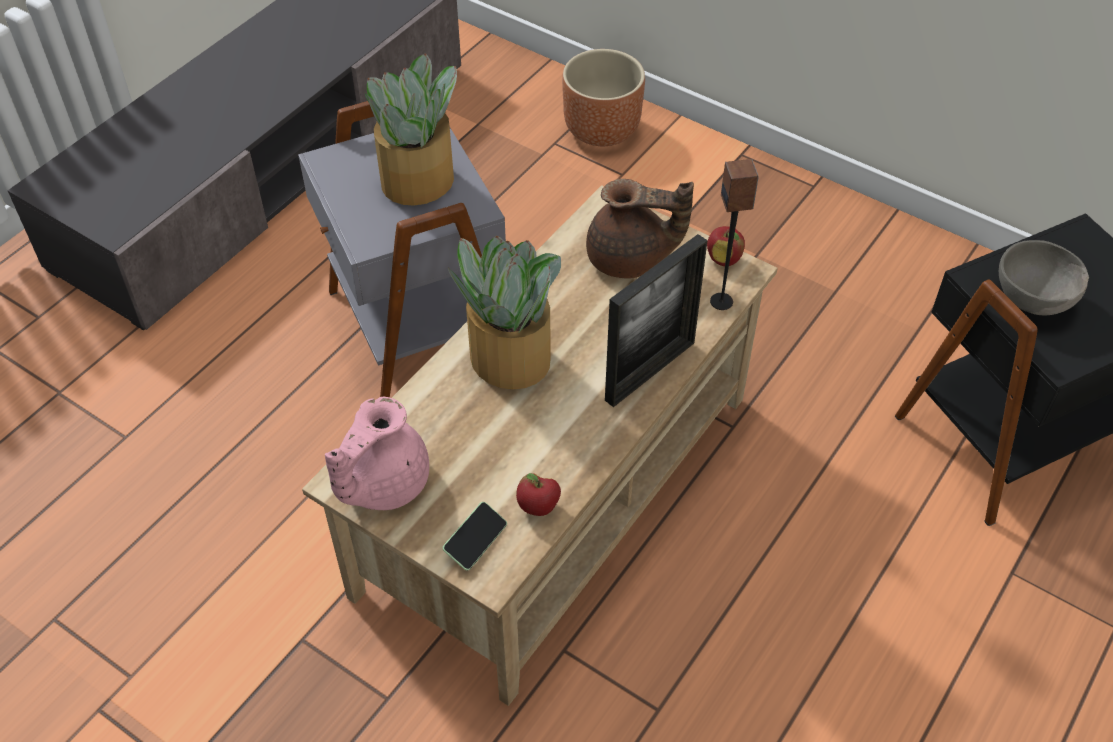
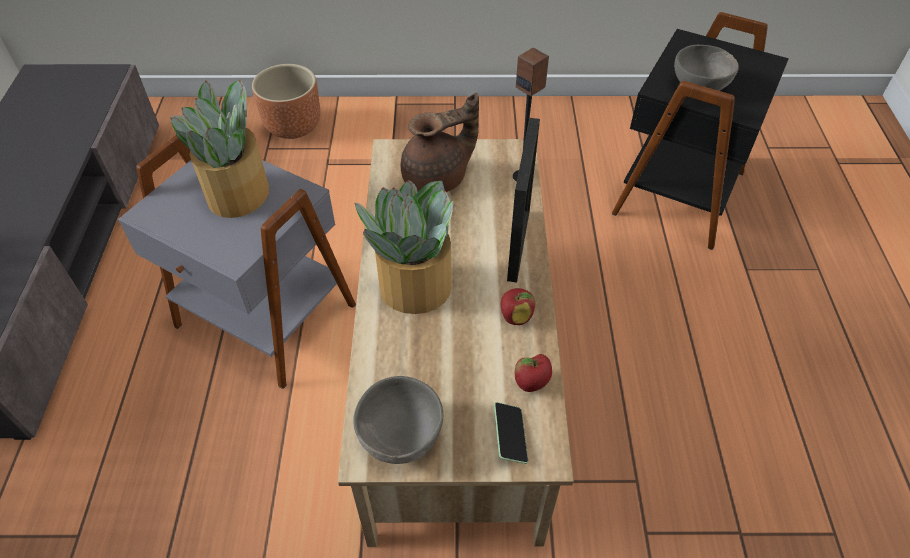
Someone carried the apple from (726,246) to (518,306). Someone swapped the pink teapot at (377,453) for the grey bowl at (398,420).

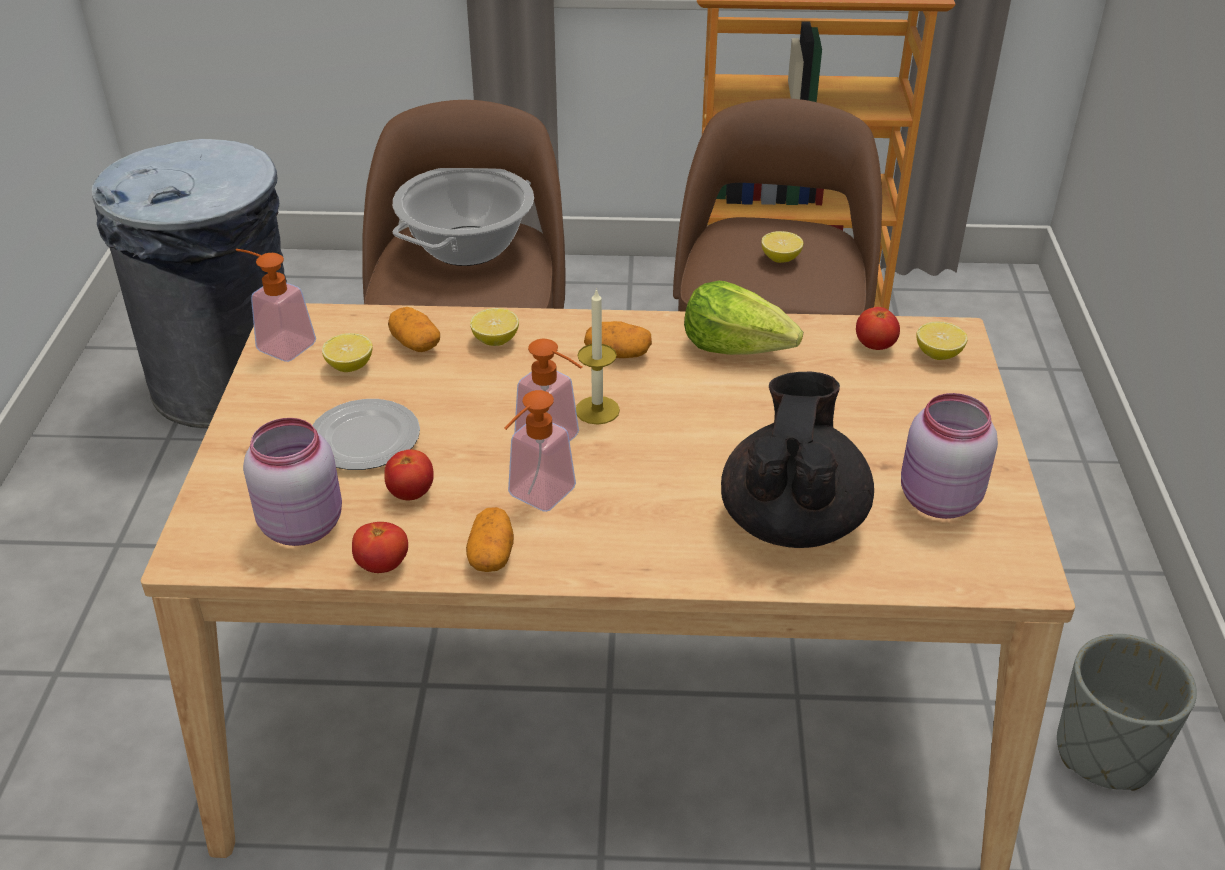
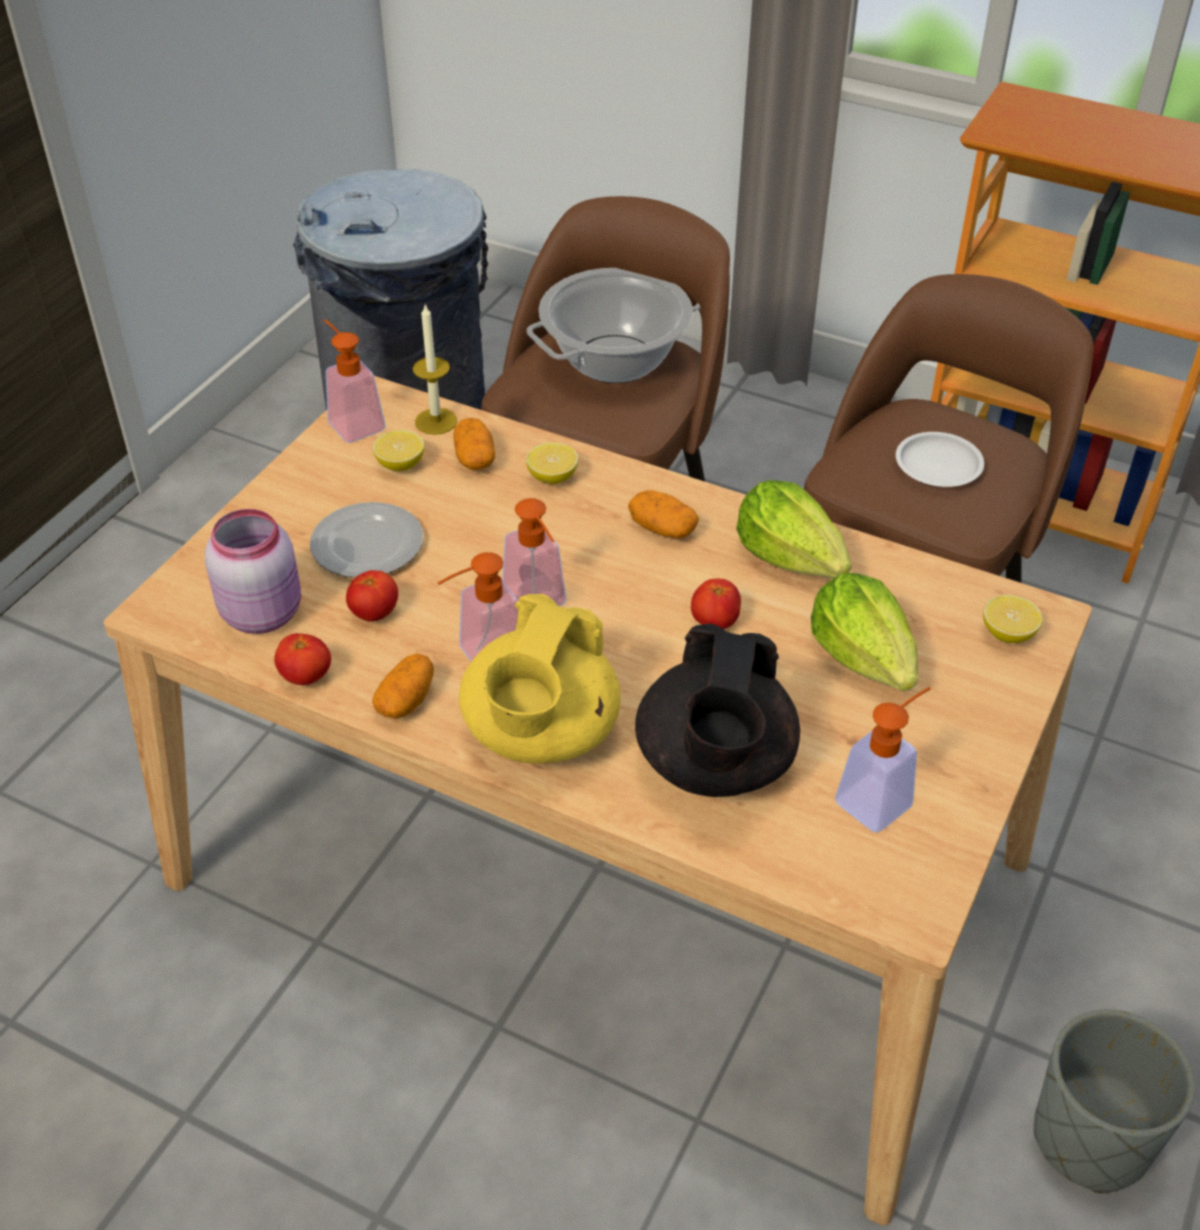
Someone swapped the lemon at (782,247) for the white plate at (940,459). Someone carried the candle from (598,356) to (435,369). Someone carried the tomato from (878,328) to (716,604). Someone rotated the black teapot at (797,460) by 150 degrees clockwise. Someone swapped the pink jar at (949,456) for the soap dispenser at (882,760). Someone put down the lettuce at (864,632). Someone put down the yellow teapot at (540,679).

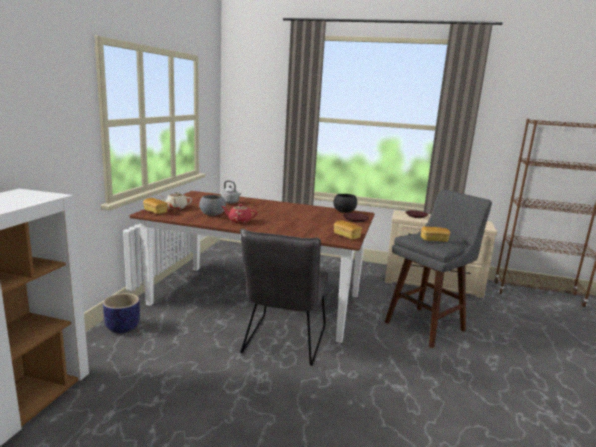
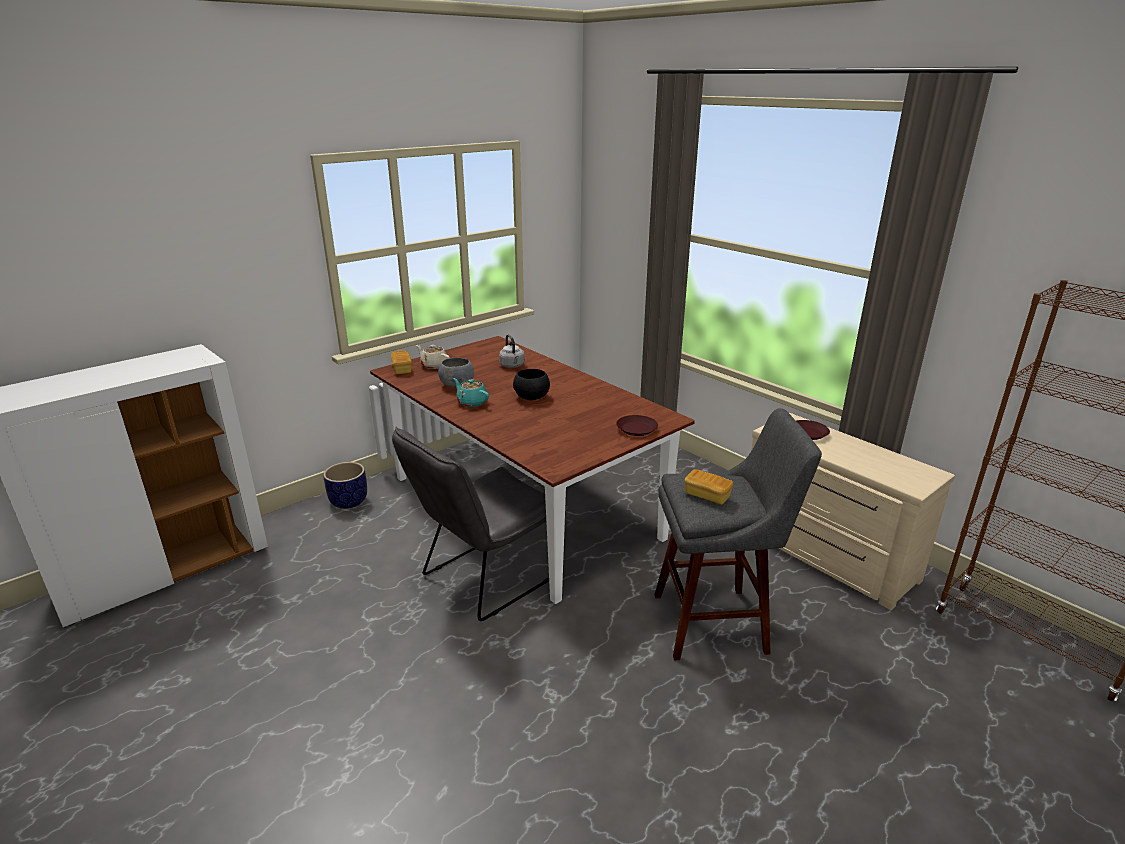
Someone carried the black bowl from (345,203) to (531,384). Someone repainted the red teapot at (239,213), which became the turquoise teapot at (471,392). Someone took away the bread at (348,229).

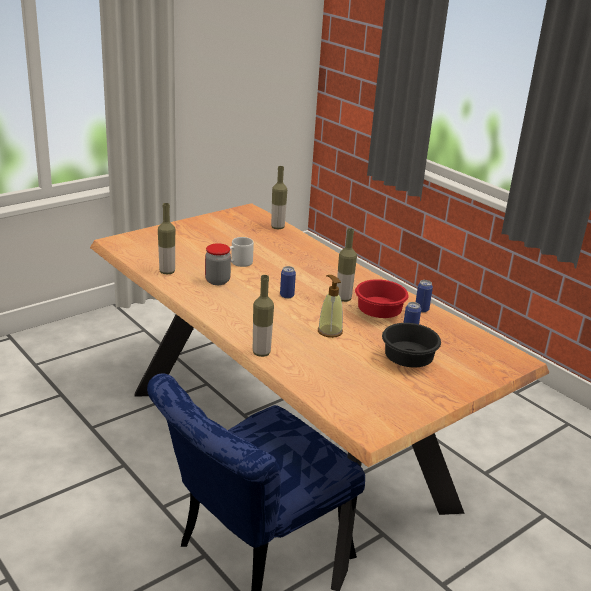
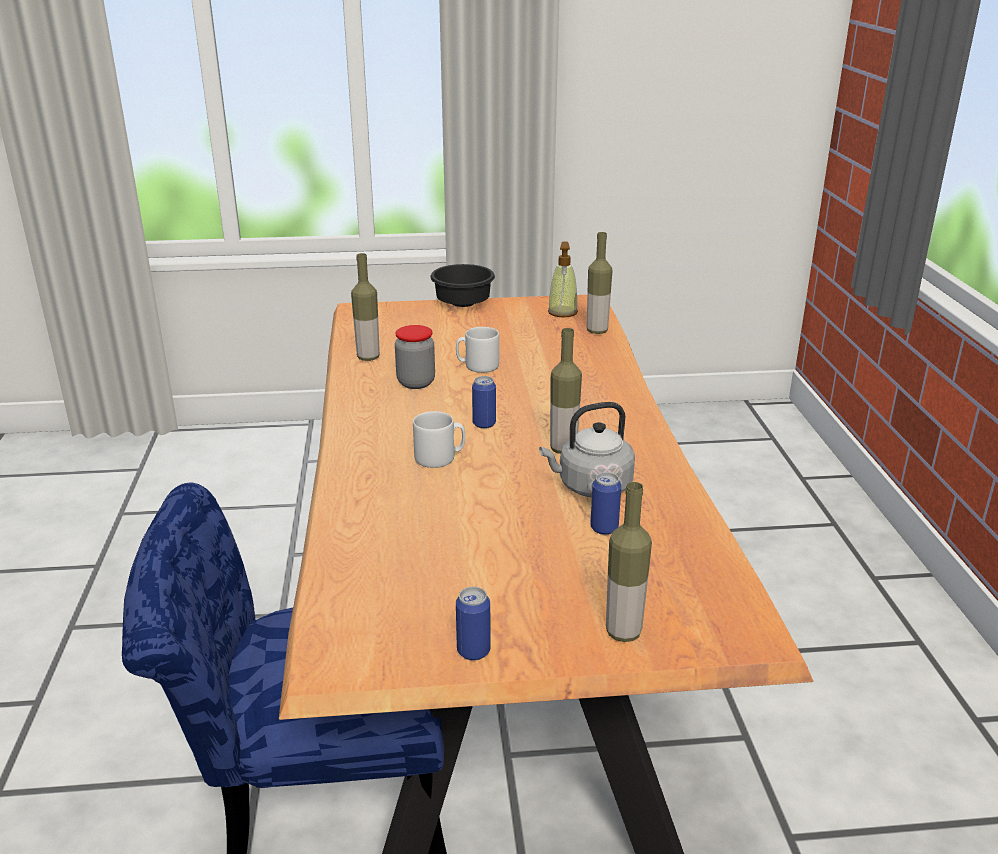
Someone carried the bottle from (263,316) to (629,562). Someone carried the soap dispenser from (330,306) to (563,279). Someone swapped the red bowl at (381,298) for the grey kettle at (587,450). Someone carried the can from (424,296) to (473,624). Someone carried the black bowl from (411,345) to (462,285). Someone put down the grey mug at (439,439).

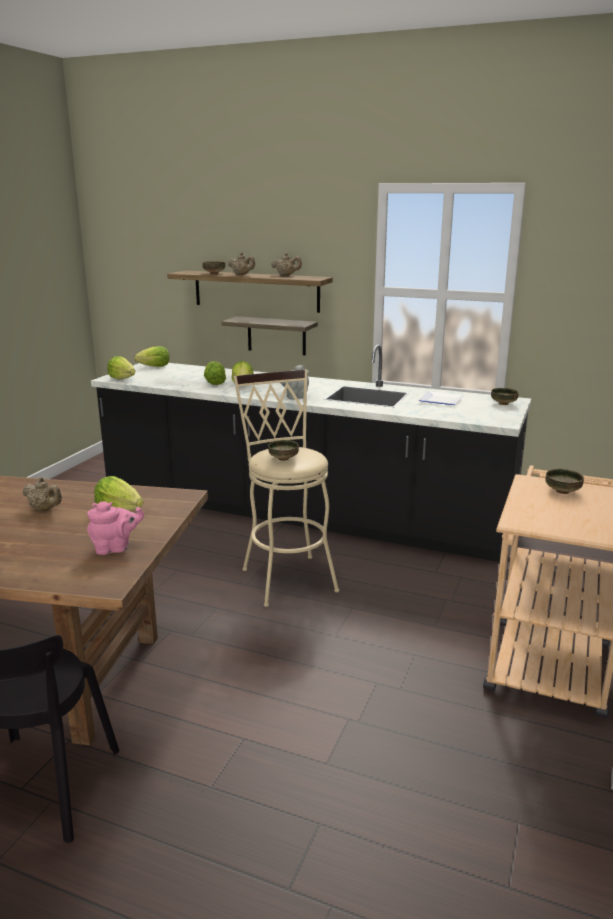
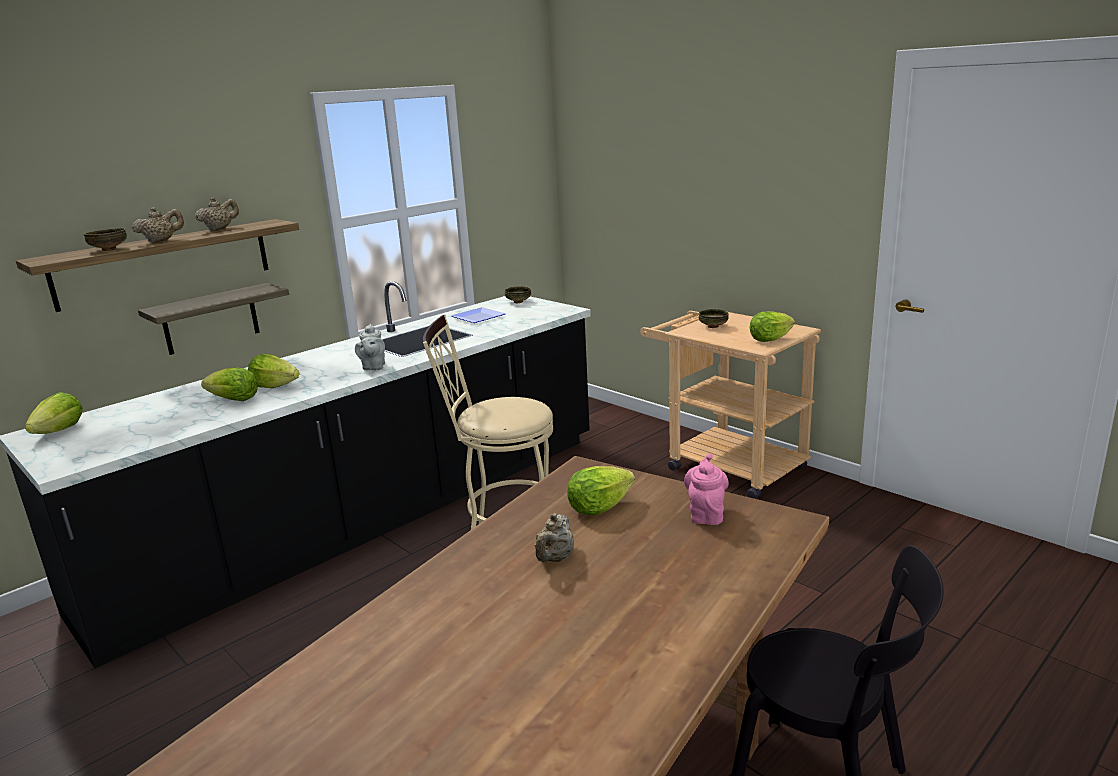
Someone carried the lettuce from (121,368) to (772,327). Someone took away the bowl at (283,450). Someone rotated the beige teapot at (42,494) by 150 degrees clockwise.

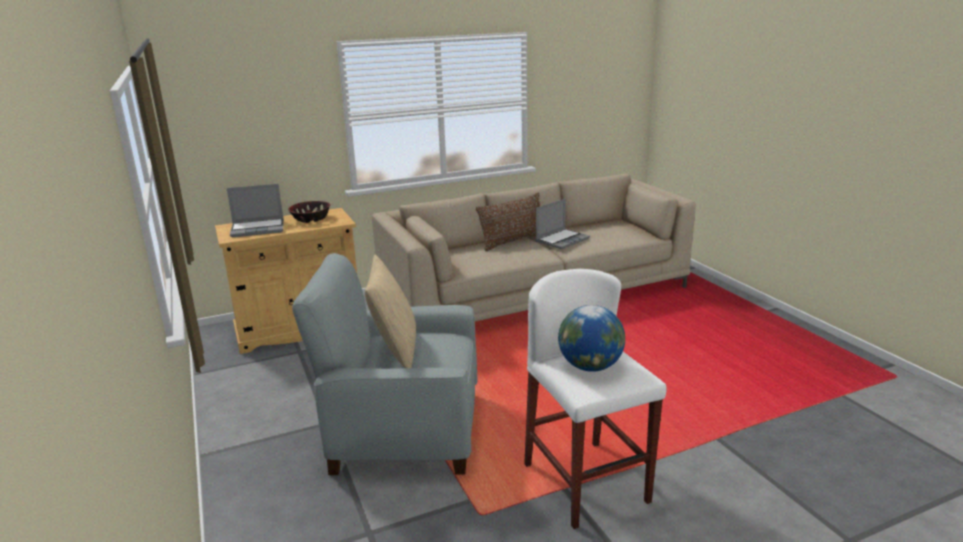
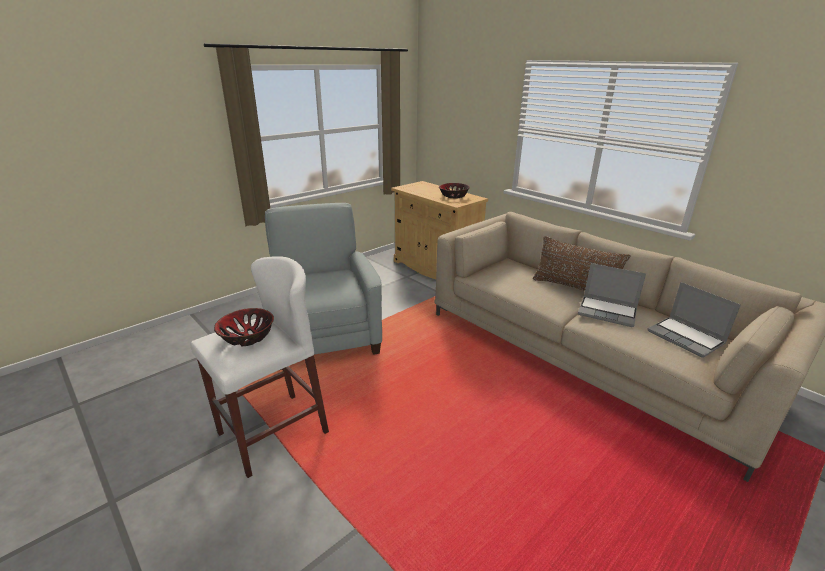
Someone carried the laptop from (255,210) to (694,320). Someone took away the beige pillow at (390,311). Someone swapped the globe at (591,338) for the bowl at (244,327).

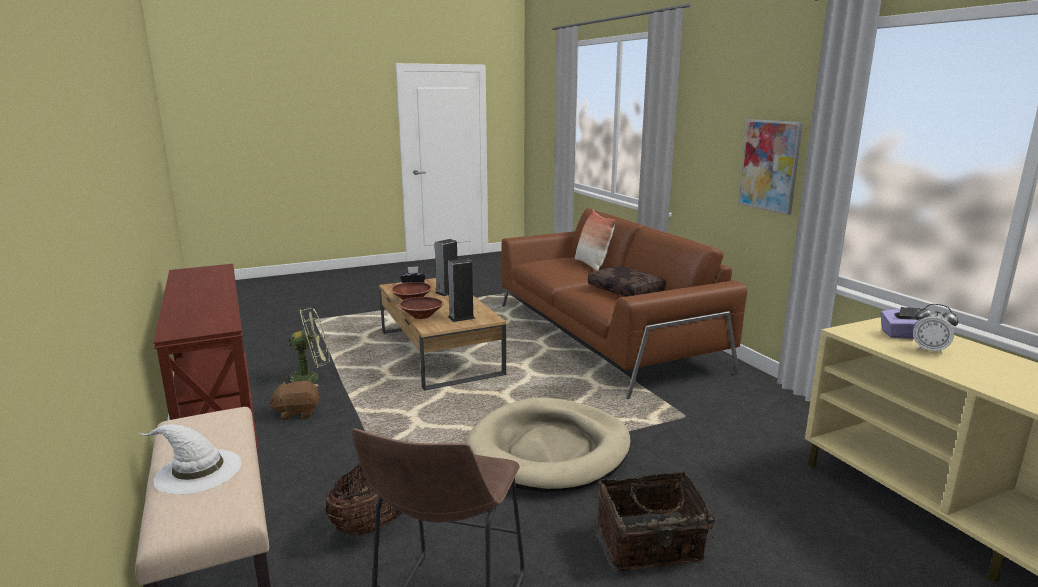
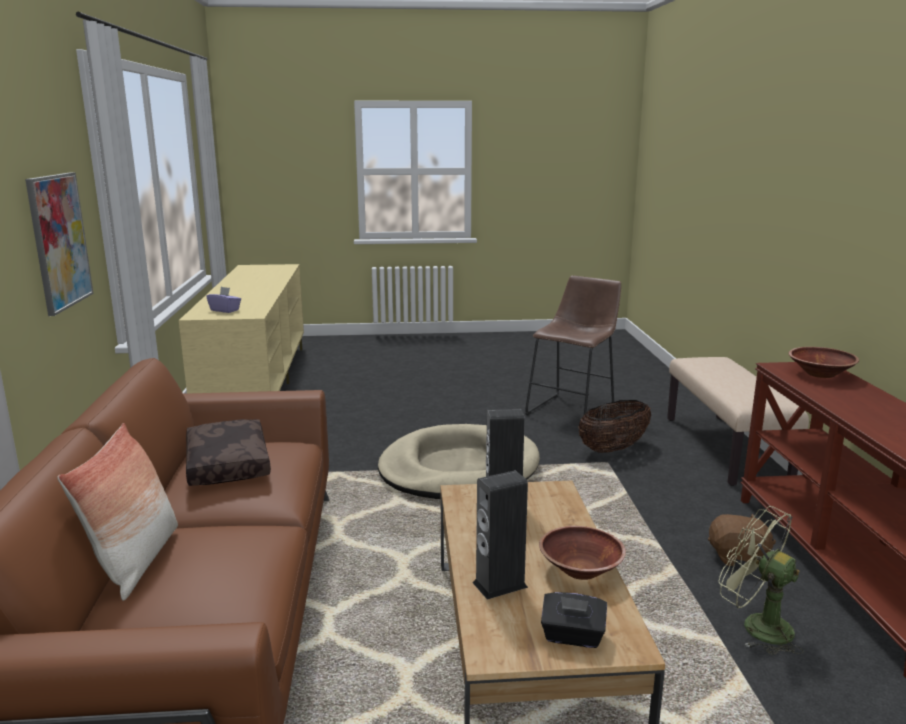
Someone carried the brown bowl from (421,308) to (824,362). Someone took away the alarm clock at (936,329). Someone rotated the green fan at (305,347) by 45 degrees clockwise. Someone took away the white hat at (191,459). Someone took away the basket at (656,521).

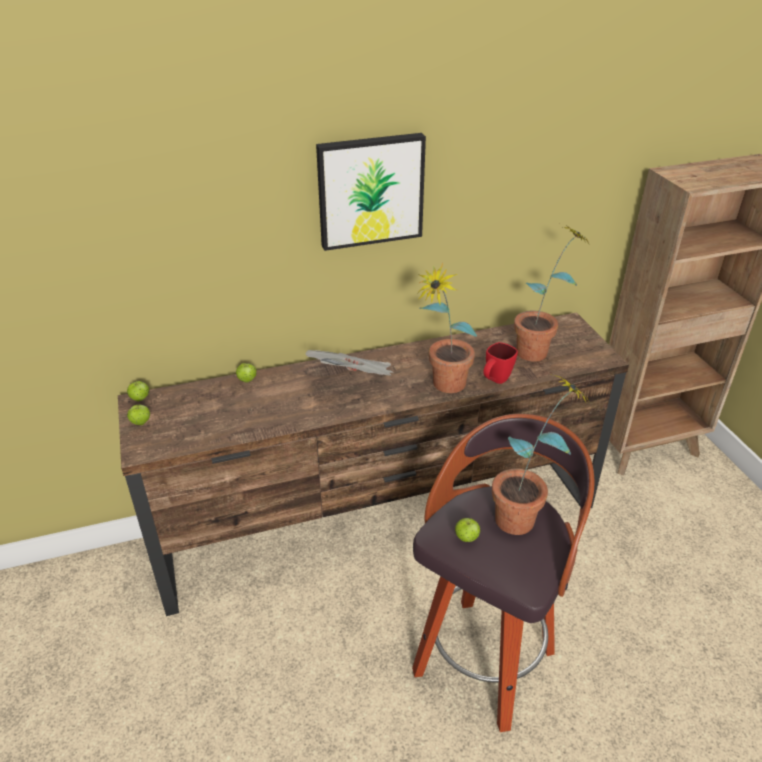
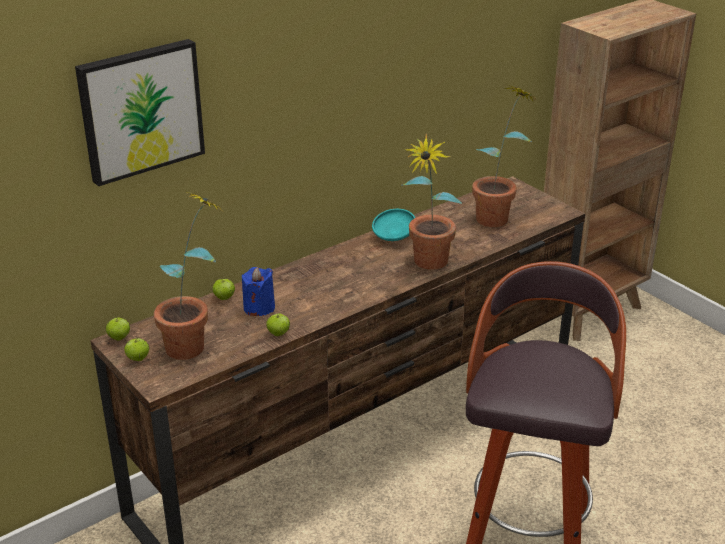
Someone carried the picture from (371,192) to (140,112). Someone took away the red mug at (500,363). Someone took away the newspaper at (349,363). Someone carried the potted plant from (542,455) to (188,276). Someone carried the apple from (467,530) to (278,324). Someone put down the turquoise bowl at (393,225). Someone put down the blue candle at (258,291).

